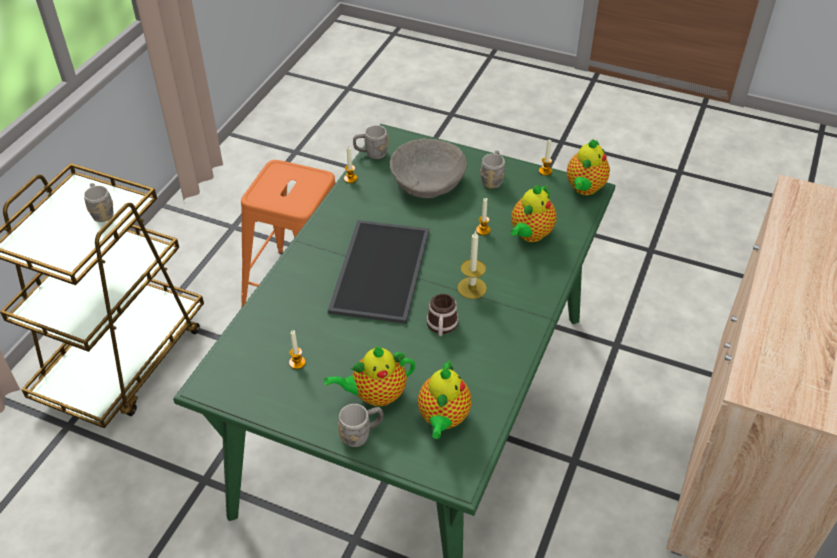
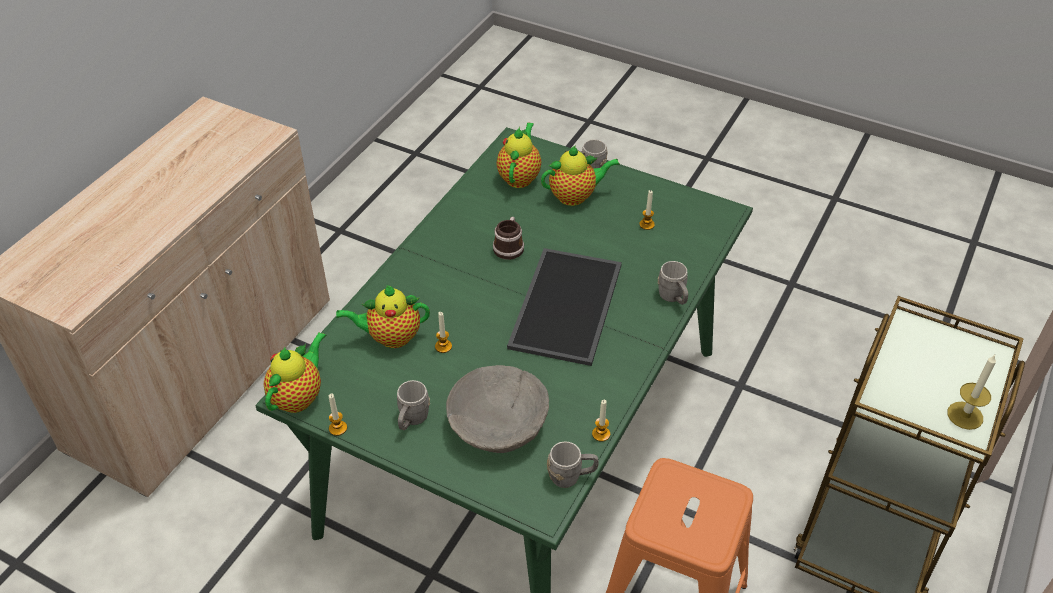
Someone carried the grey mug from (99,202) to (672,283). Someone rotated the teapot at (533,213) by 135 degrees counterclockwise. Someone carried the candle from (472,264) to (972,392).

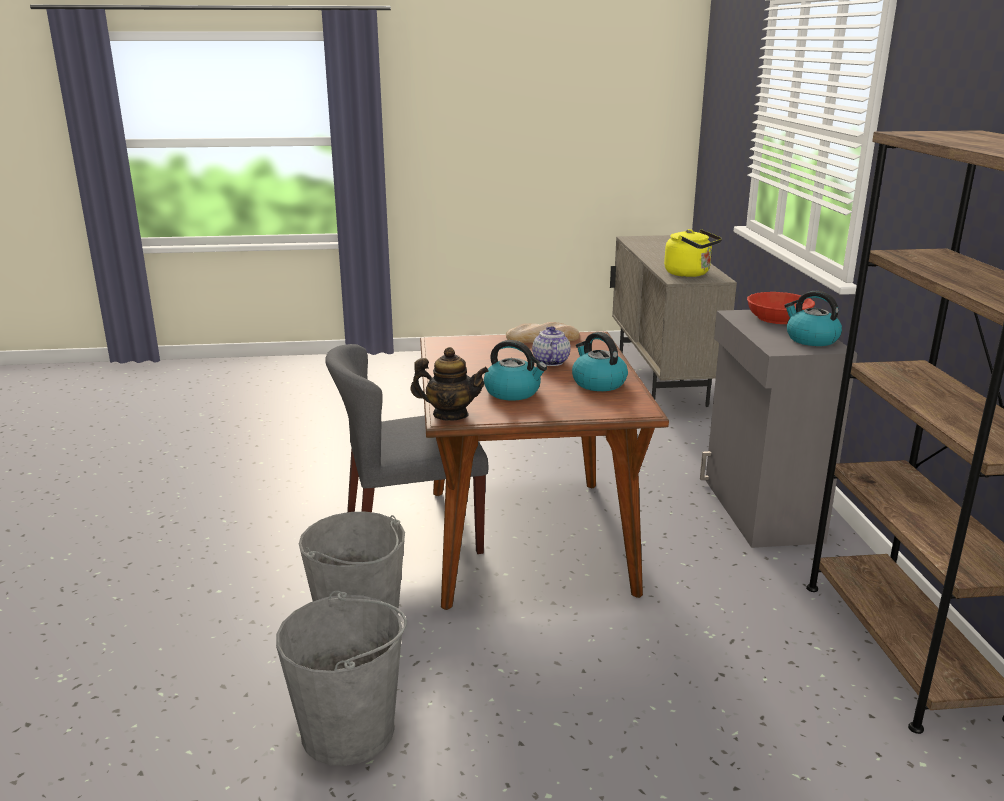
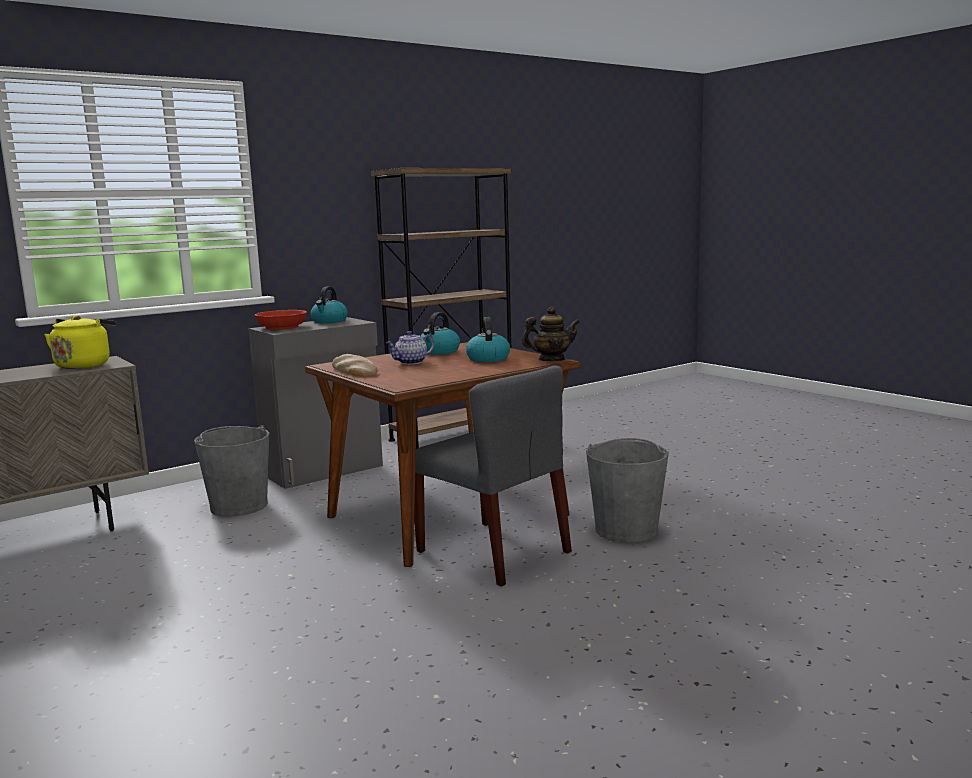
Someone rotated the teapot at (449,384) by 105 degrees clockwise. Someone carried the grey bucket from (341,678) to (231,471).

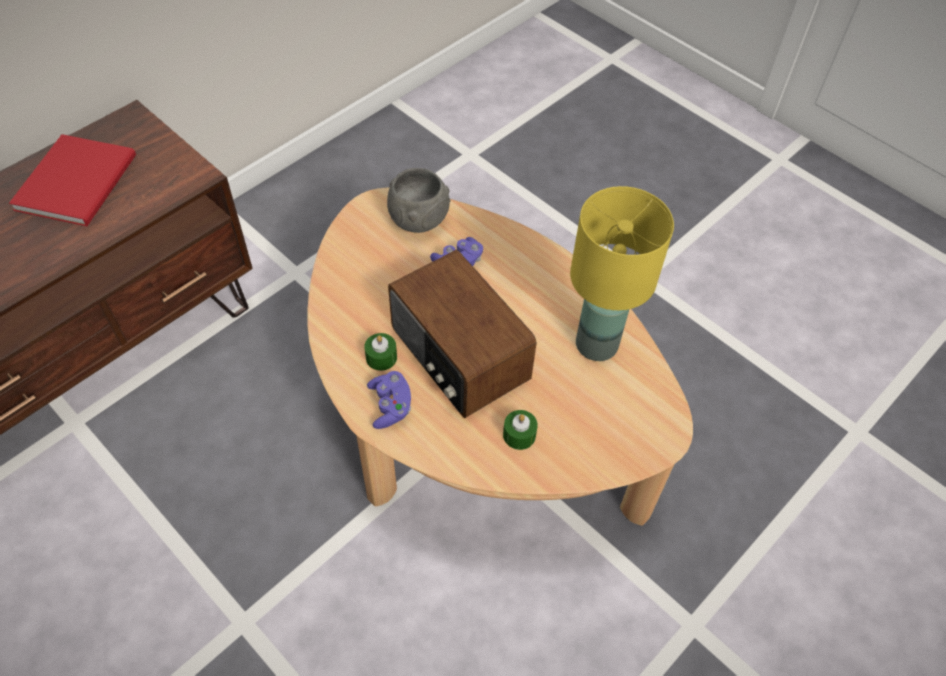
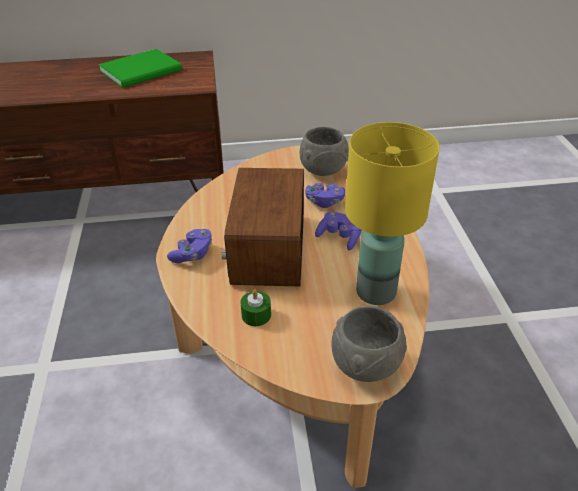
Someone repainted the red book at (72,180), which became the green book at (140,68). Someone took away the green candle at (380,352). Someone put down the purple game controller at (338,231). Someone put down the grey bowl at (369,344).

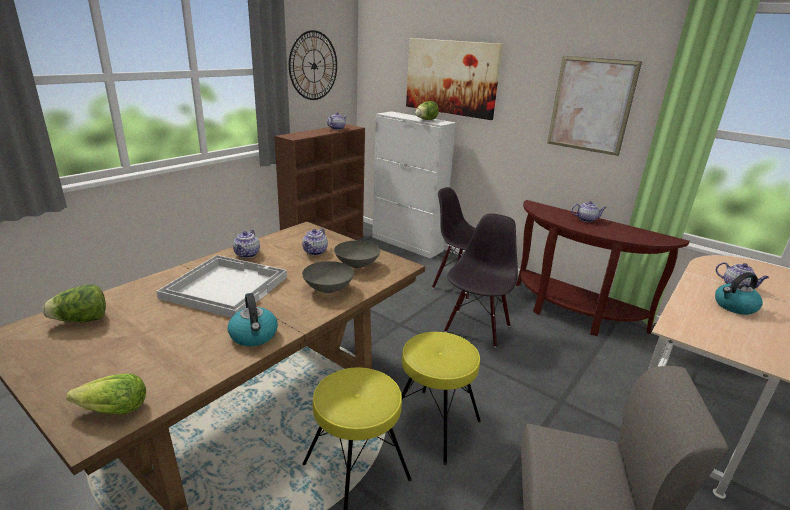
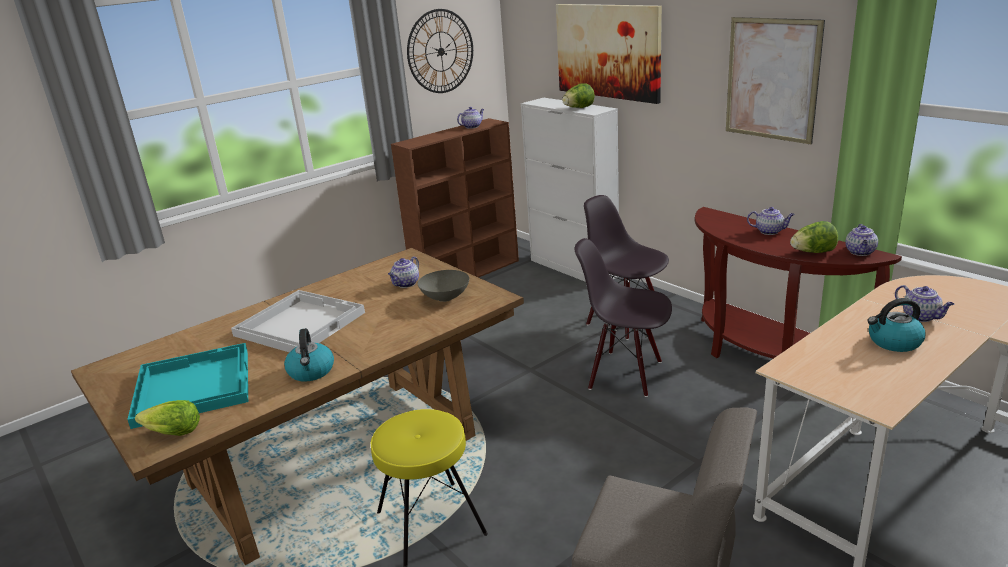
Someone rotated the black chair at (481,280) by 105 degrees counterclockwise. Someone carried the teapot from (246,244) to (861,240). Someone took away the grey bowl at (328,277). Someone carried the lettuce from (74,303) to (814,237). Someone took away the yellow stool at (441,398). Someone put down the turquoise tray at (187,386).

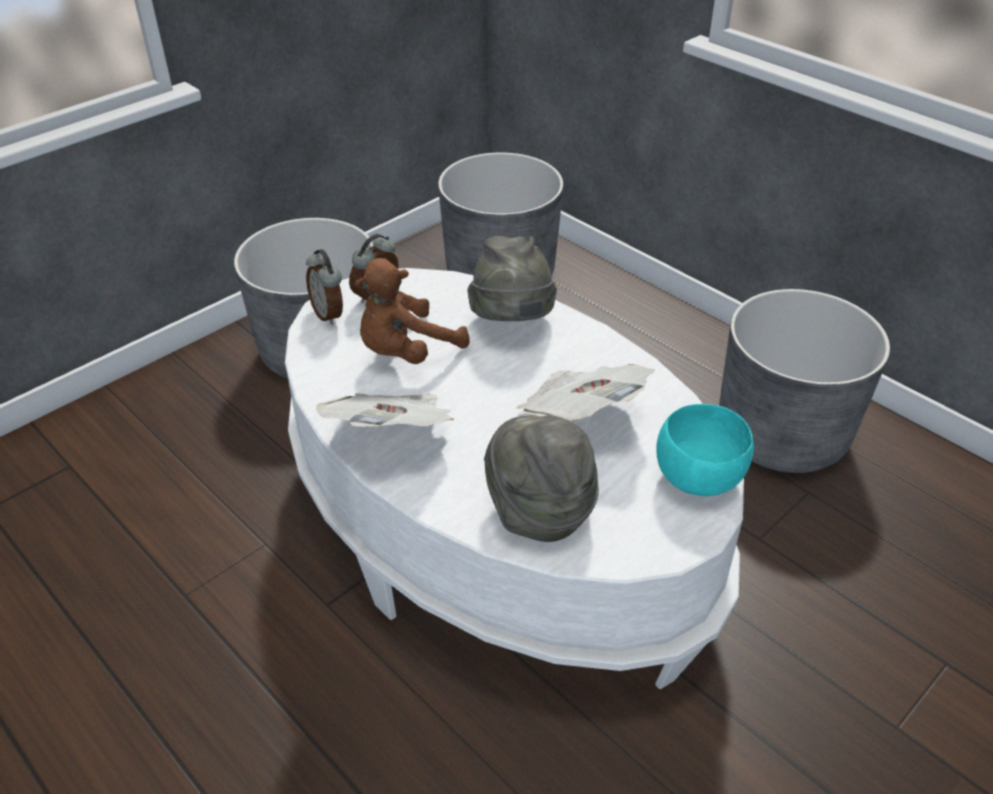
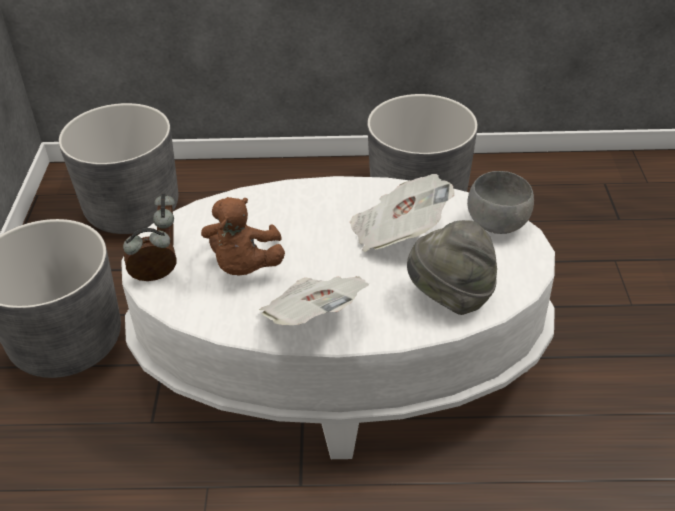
Someone took away the grey hat at (512,278). Someone rotated the alarm clock at (324,287) by 150 degrees clockwise. Someone repainted the turquoise bowl at (705,450), which became the grey bowl at (500,202).

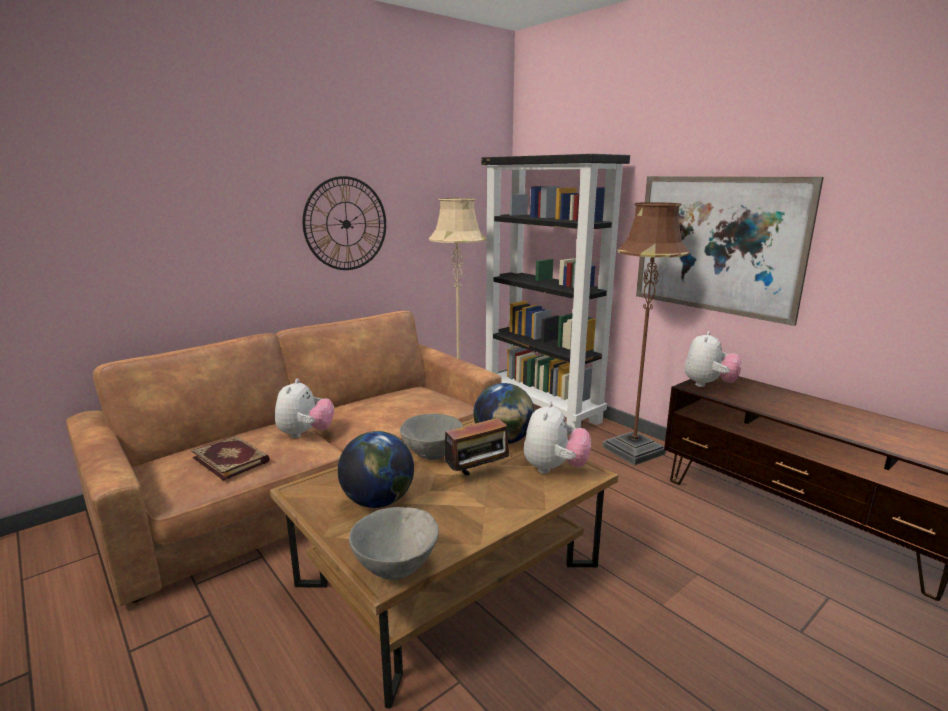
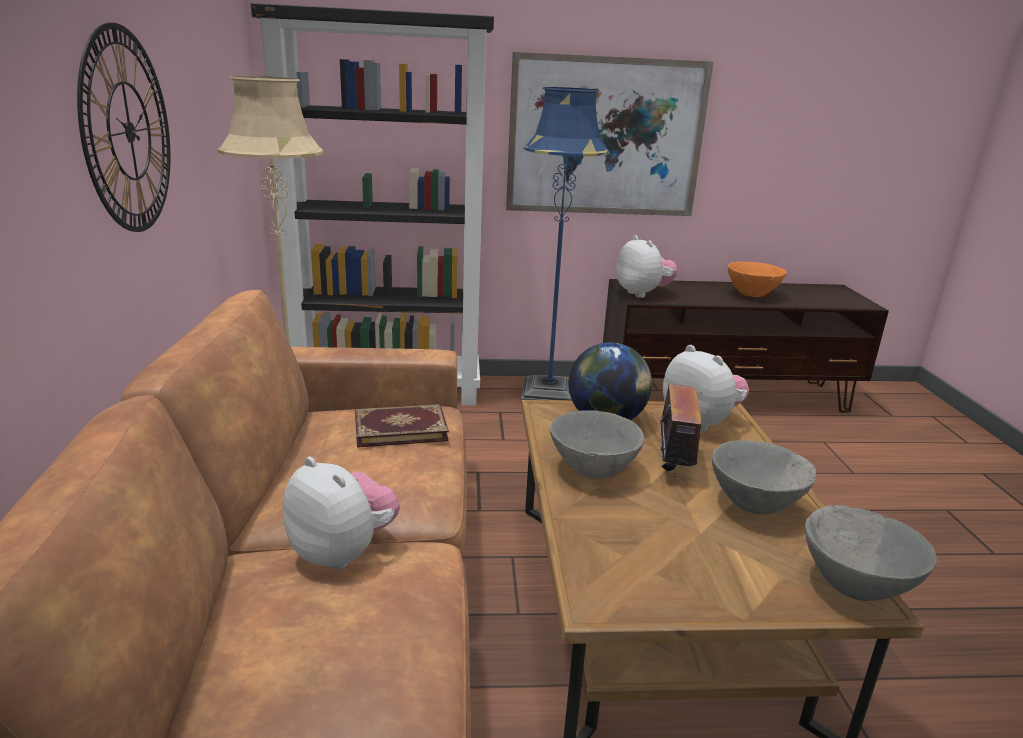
Someone repainted the brown floor lamp at (646,333), which became the blue floor lamp at (565,245). Someone took away the globe at (376,469). Someone carried the book from (230,458) to (402,426). Someone put down the orange bowl at (757,279). Someone put down the grey bowl at (764,477).

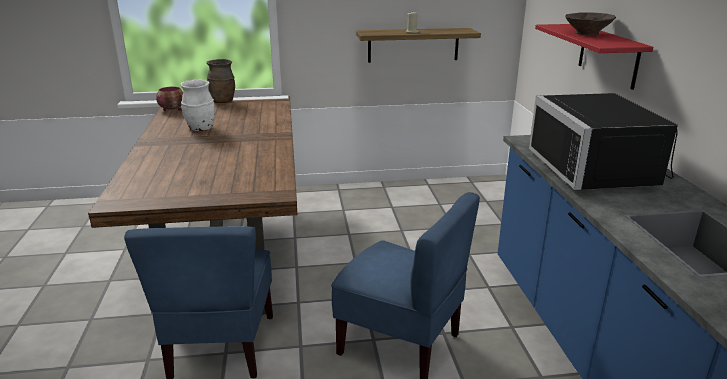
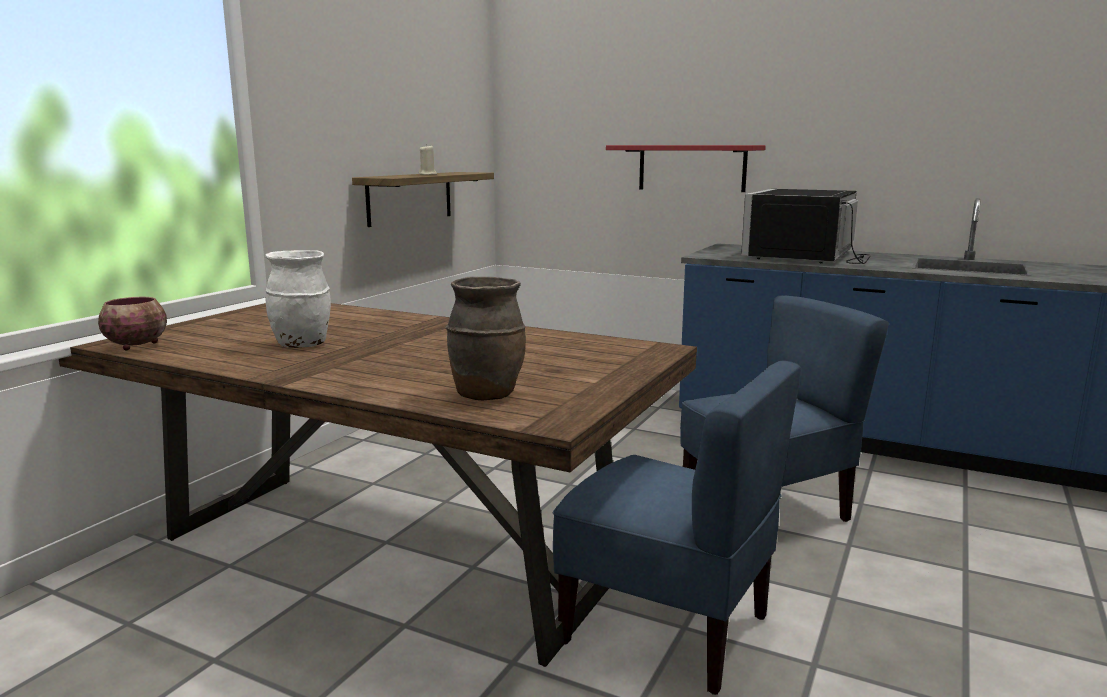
Someone took away the brown bowl at (590,24). Someone carried the brown vase from (220,81) to (485,338). Someone rotated the black microwave at (603,141) by 90 degrees clockwise.

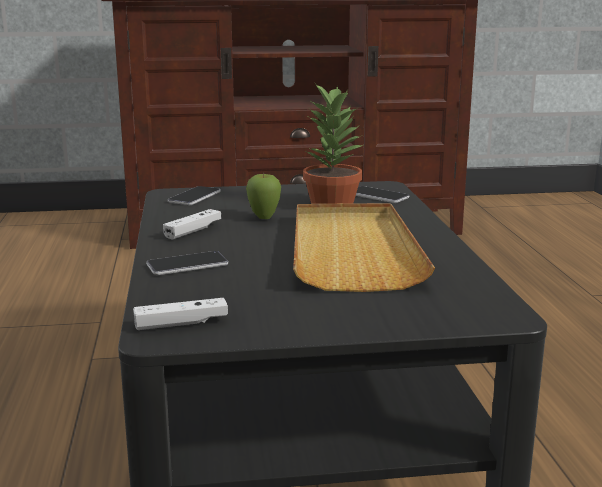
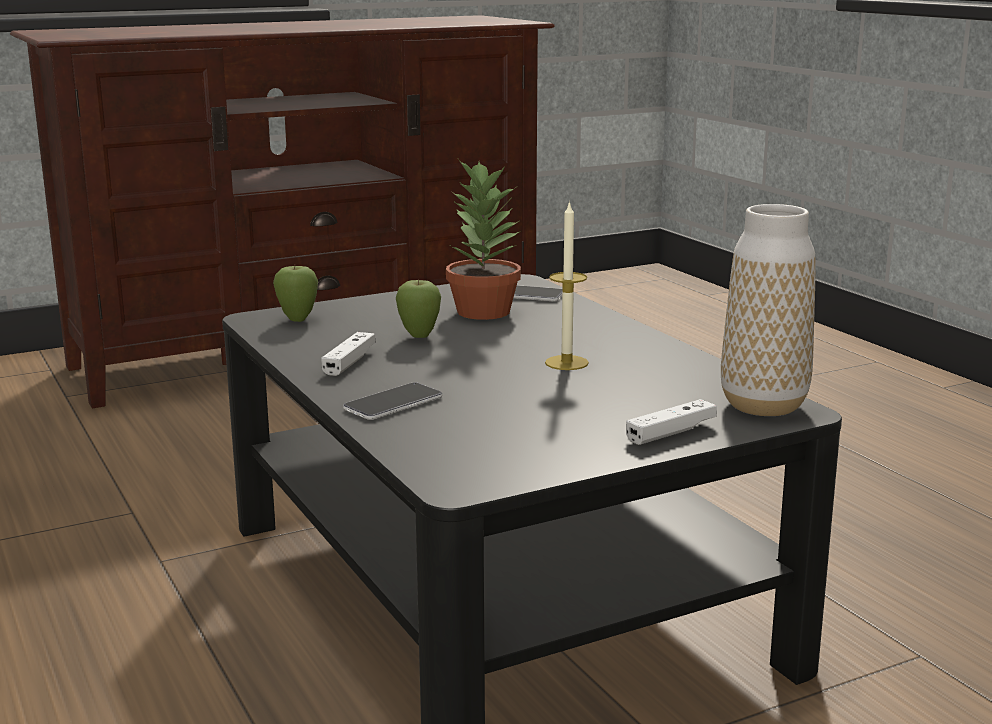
Someone swapped the phone at (194,195) for the apple at (295,293). Someone swapped the beige tray at (364,247) for the candle at (567,285). Someone carried the white game controller from (180,314) to (671,422). Someone put down the vase at (768,310).

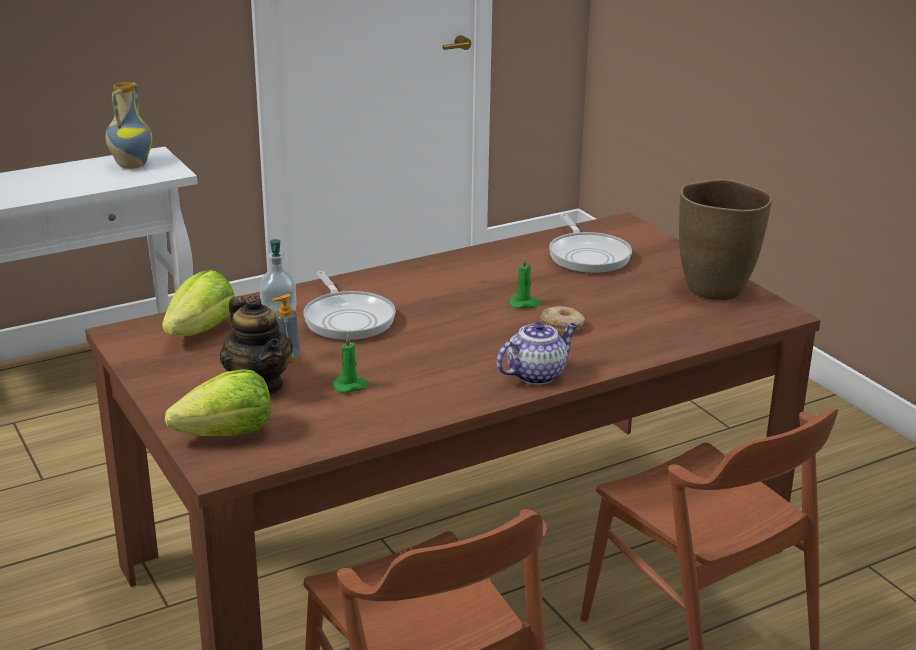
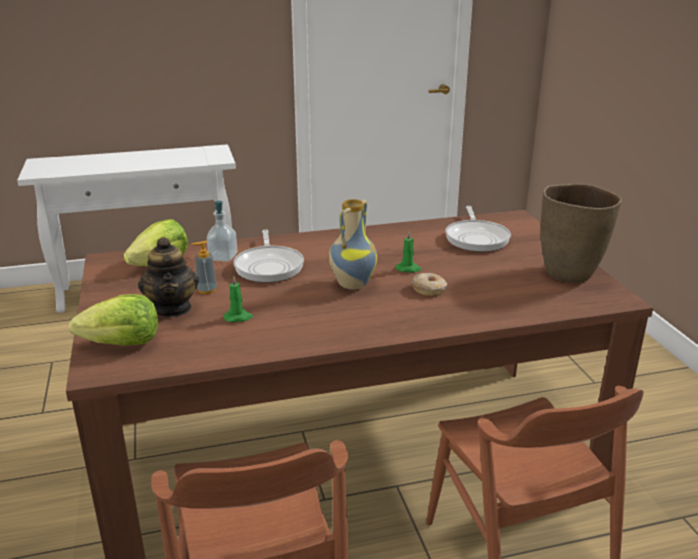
Someone carried the vase from (129,125) to (353,244). Someone took away the teapot at (537,353).

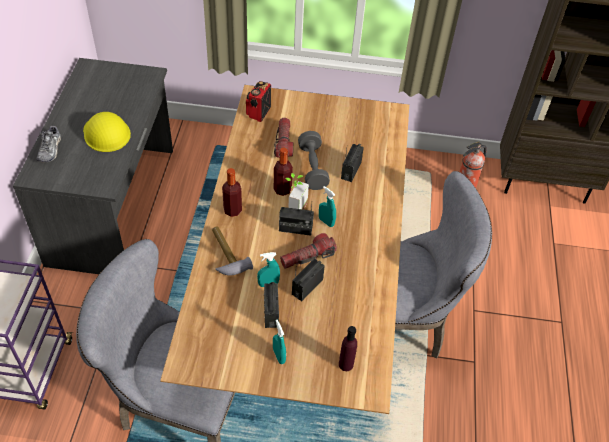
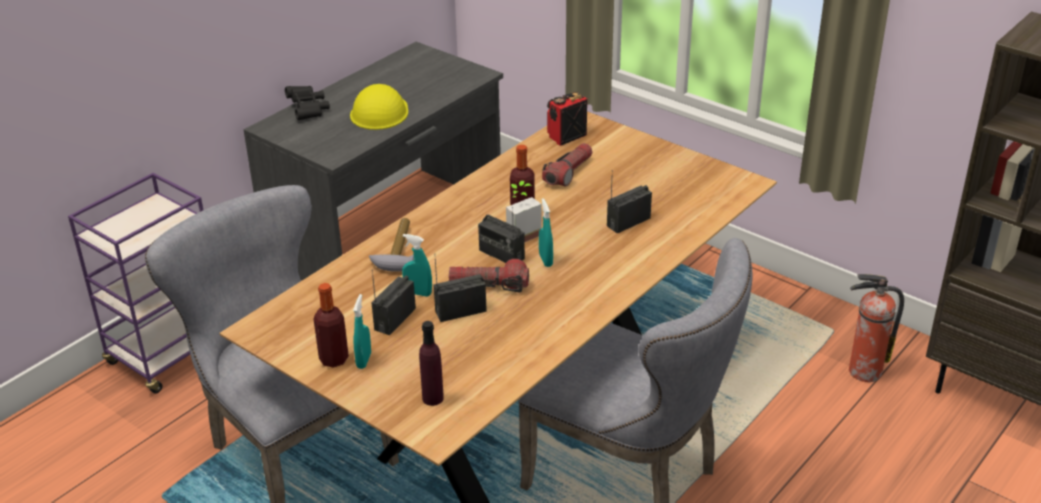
Someone swapped the shoe at (48,144) for the black binoculars at (307,103). Someone took away the grey dumbbell at (314,160). Someone carried the bottle from (232,192) to (331,325).

